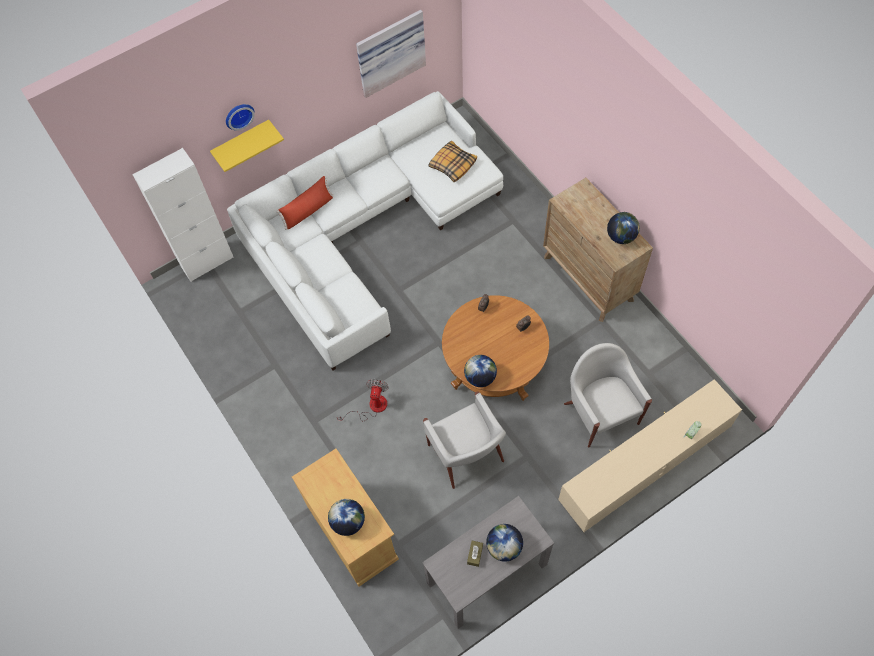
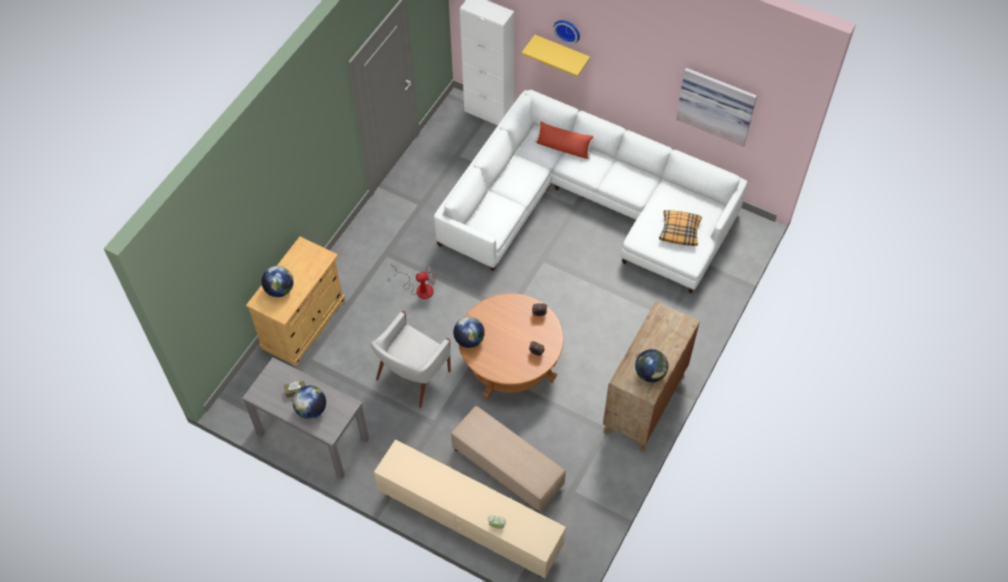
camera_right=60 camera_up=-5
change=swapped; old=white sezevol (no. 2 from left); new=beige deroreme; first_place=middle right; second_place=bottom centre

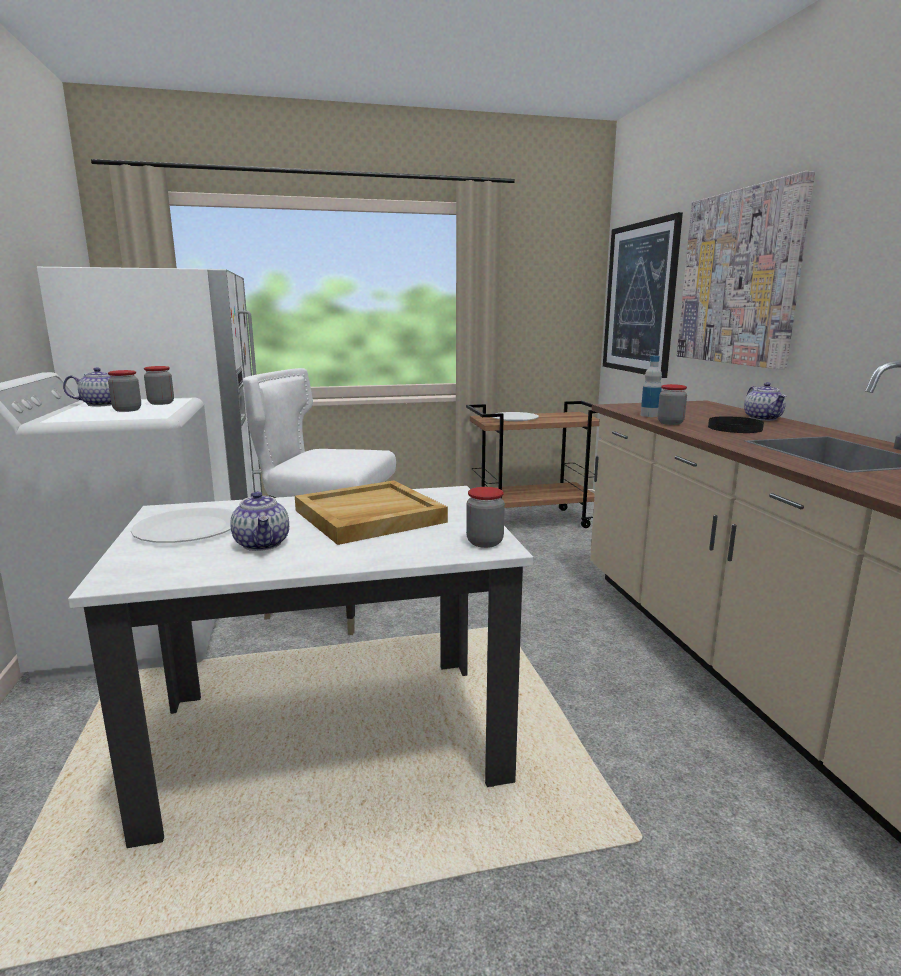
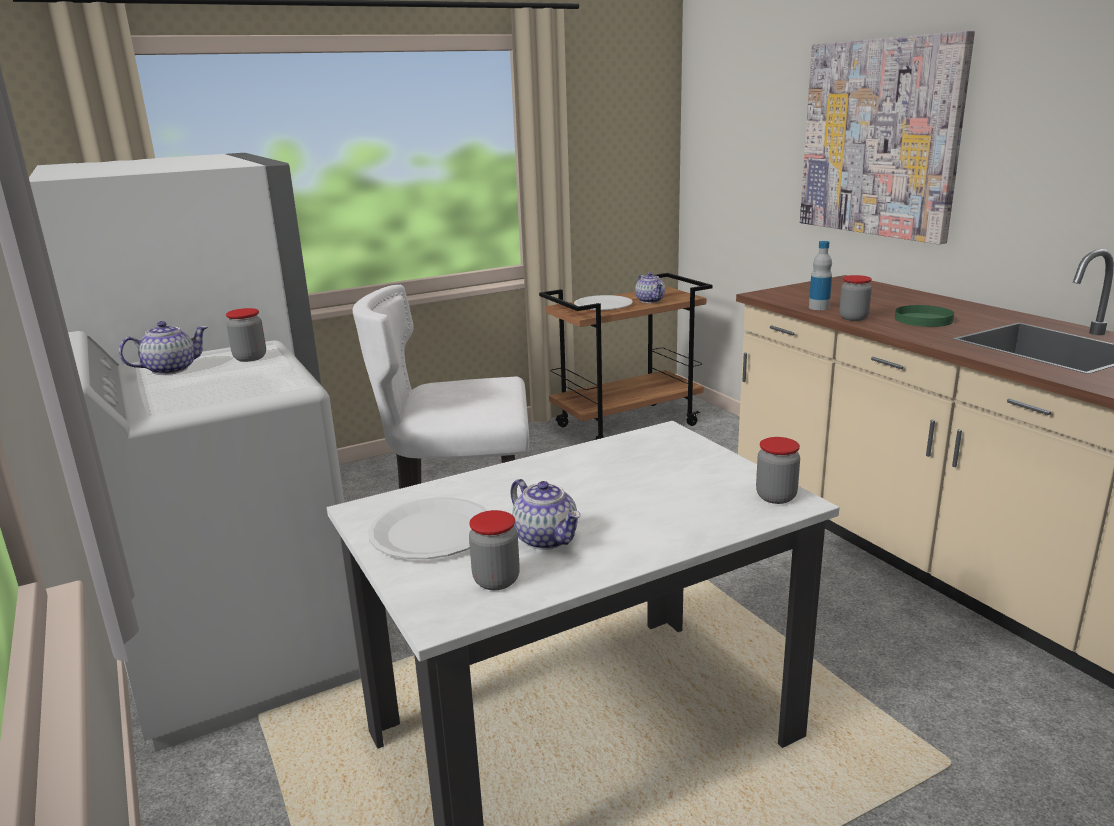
camera_right=-15 camera_up=5
change=shifted; old=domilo (no. 1 from left in the first image); new=domilo (no. 2 from left); first_place=middle left; second_place=centre
change=gone; old=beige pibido; first_place=centre
change=gone; old=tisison (no. 1 from left); first_place=top right
change=repainted; old=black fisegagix; new=green fisegagix; first_place=middle right; second_place=middle right
change=shifted; old=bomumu (no. 3 from left); first_place=middle right; second_place=centre

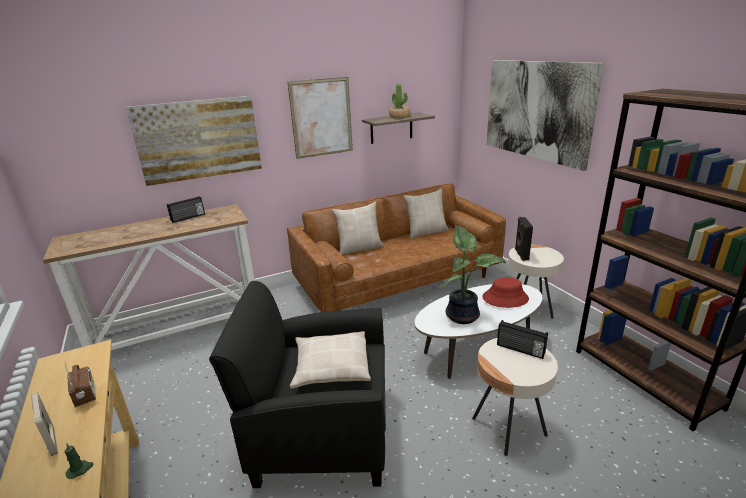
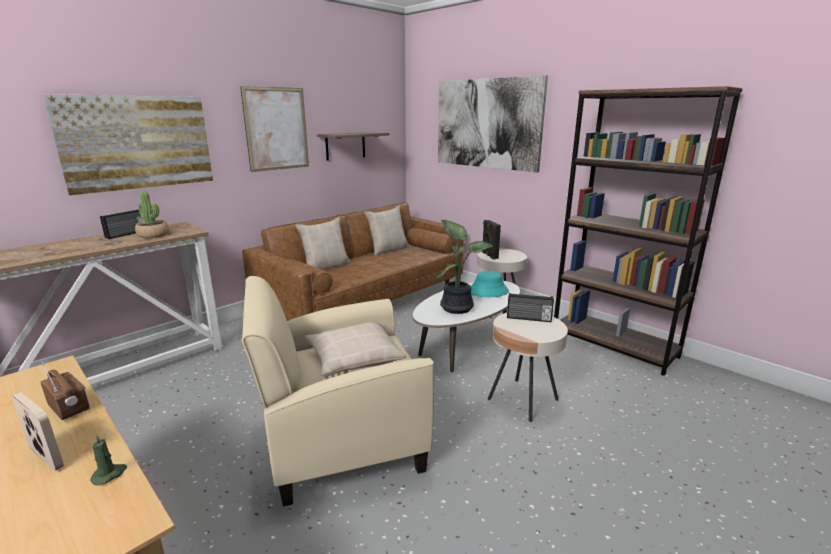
camera_right=-20 camera_up=-5
change=repainted; old=black sezevol; new=beige sezevol; first_place=bottom centre; second_place=bottom centre
change=shifted; old=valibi (no. 1 from left); first_place=top centre; second_place=middle left
change=repainted; old=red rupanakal; new=turquoise rupanakal; first_place=middle right; second_place=centre

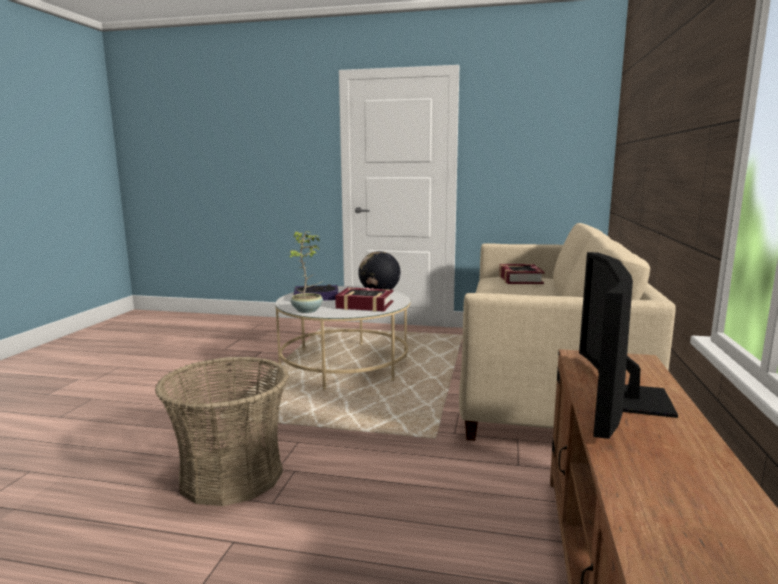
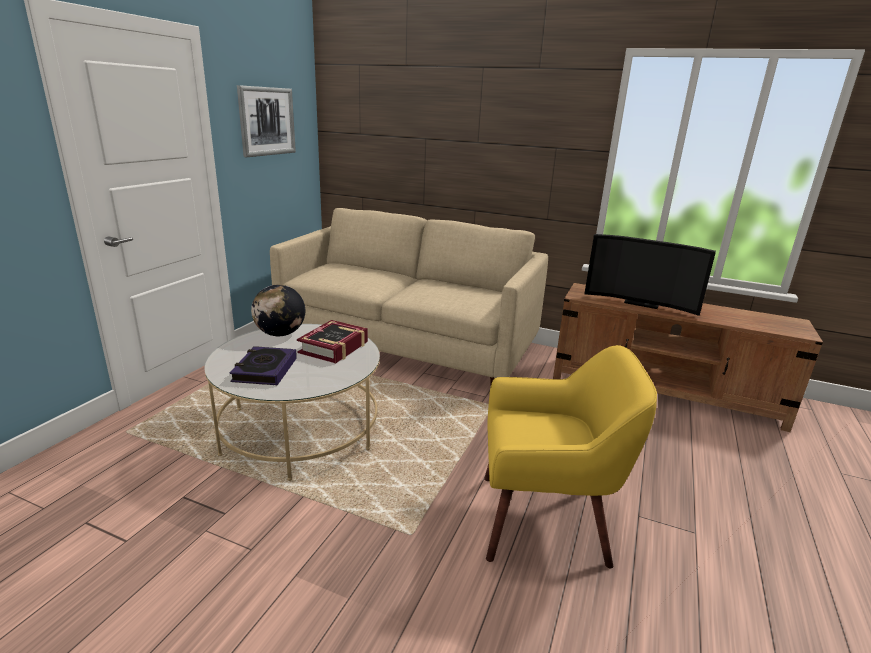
camera_right=-80 camera_up=10
change=swapped; old=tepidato; new=yellow sezevol; first_place=bottom left; second_place=bottom centre
change=gone; old=valibi; first_place=centre
change=gone; old=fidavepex (no. 3 from left); first_place=middle right
change=new; new=tisison; second_place=top left

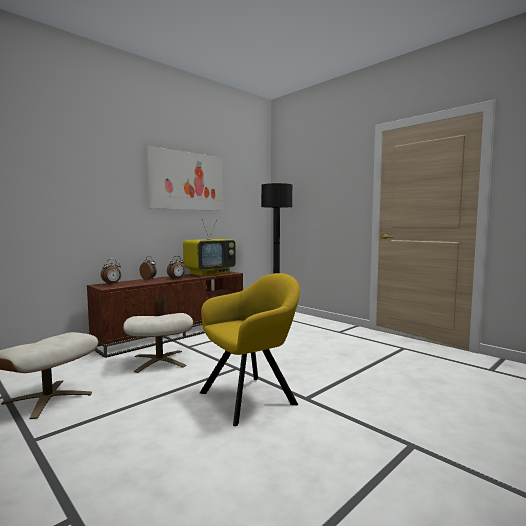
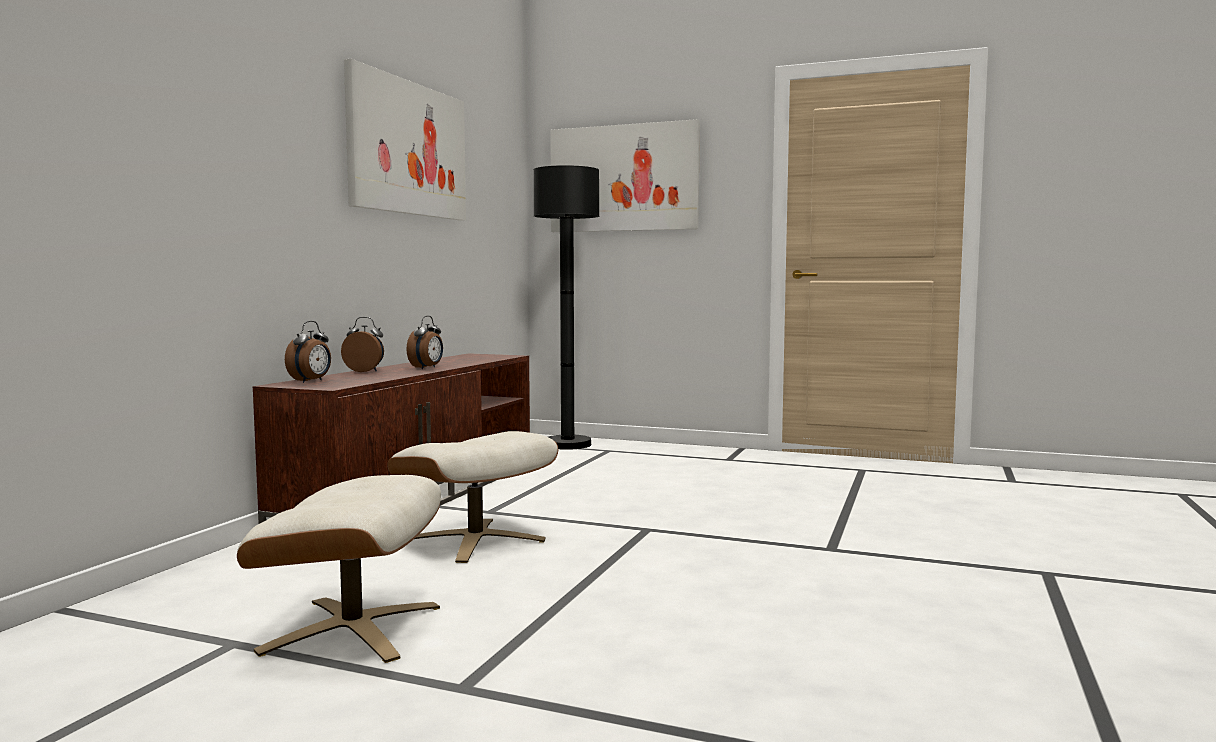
camera_right=-25 camera_up=0
change=gone; old=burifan; first_place=centre
change=gone; old=yellow sezevol; first_place=centre
change=new; new=tisison (no. 2 from left); second_place=top centre

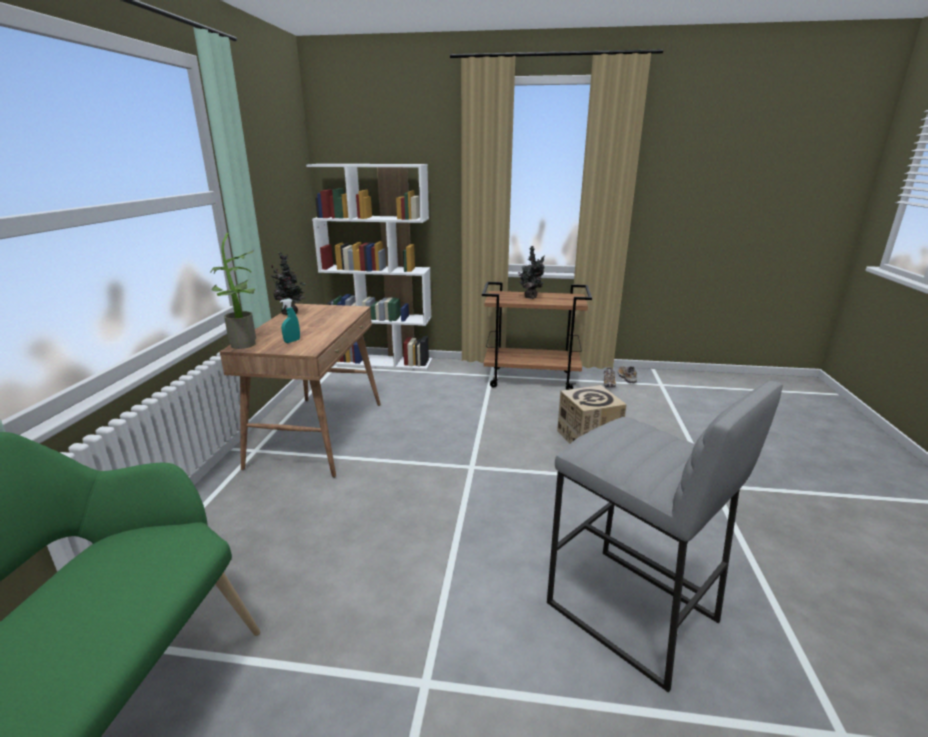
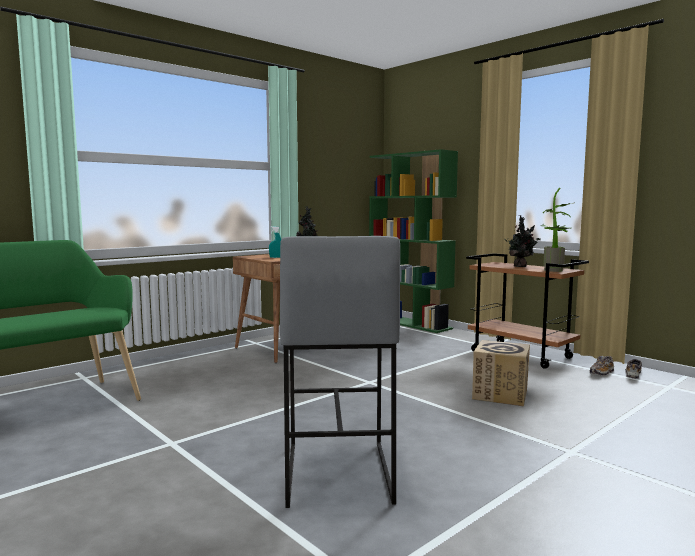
camera_right=40 camera_up=-15
change=shifted; old=valibi (no. 1 from left in the first image); new=valibi (no. 3 from left); first_place=middle left; second_place=middle right
change=repainted; old=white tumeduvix; new=green tumeduvix; first_place=centre; second_place=centre

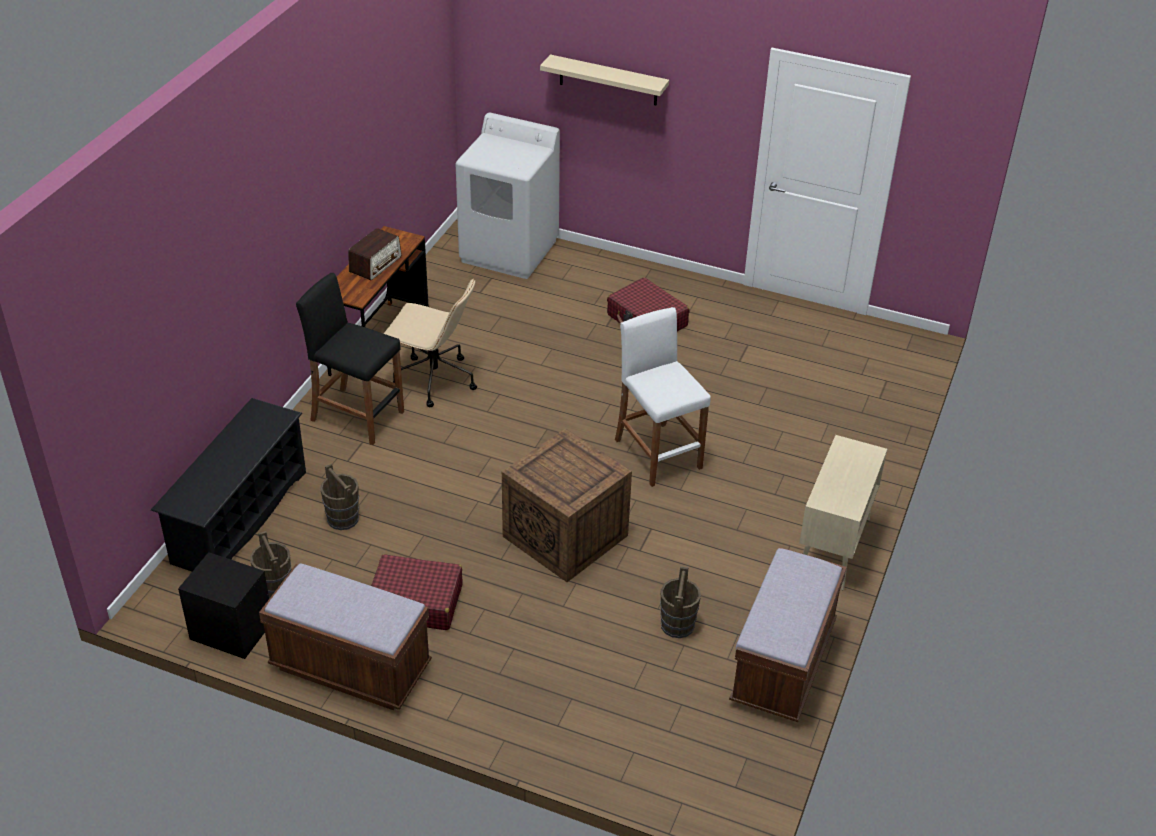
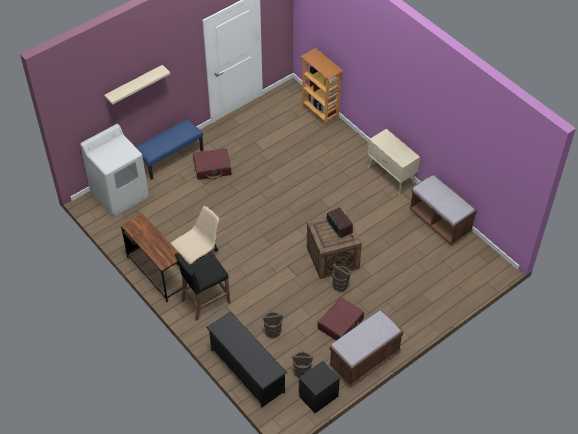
camera_right=-60 camera_up=10
change=shifted; old=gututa; first_place=top left; second_place=centre
change=gone; old=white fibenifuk; first_place=centre
change=shifted; old=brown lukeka (no. 3 from left); first_place=bottom centre; second_place=centre
change=new; new=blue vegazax; second_place=middle left
change=new; new=tumeduvix; second_place=top centre

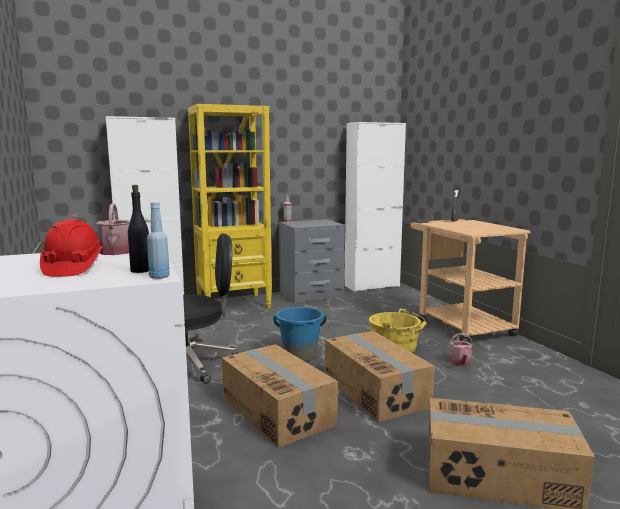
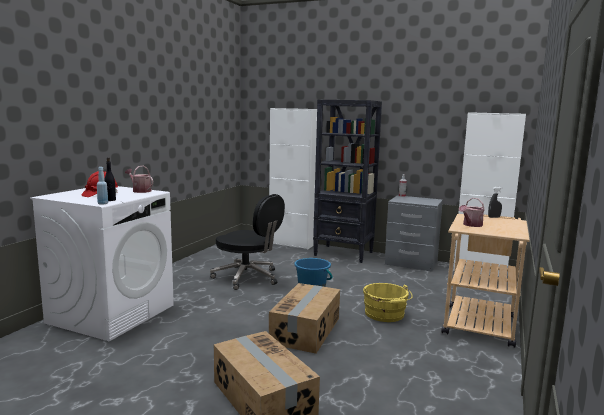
camera_right=45 camera_up=0
change=repainted; old=yellow tumeduvix; new=black tumeduvix; first_place=centre; second_place=centre
change=gone; old=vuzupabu (no. 1 from left); first_place=bottom centre
change=shifted; old=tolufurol (no. 2 from left); first_place=bottom right; second_place=middle right

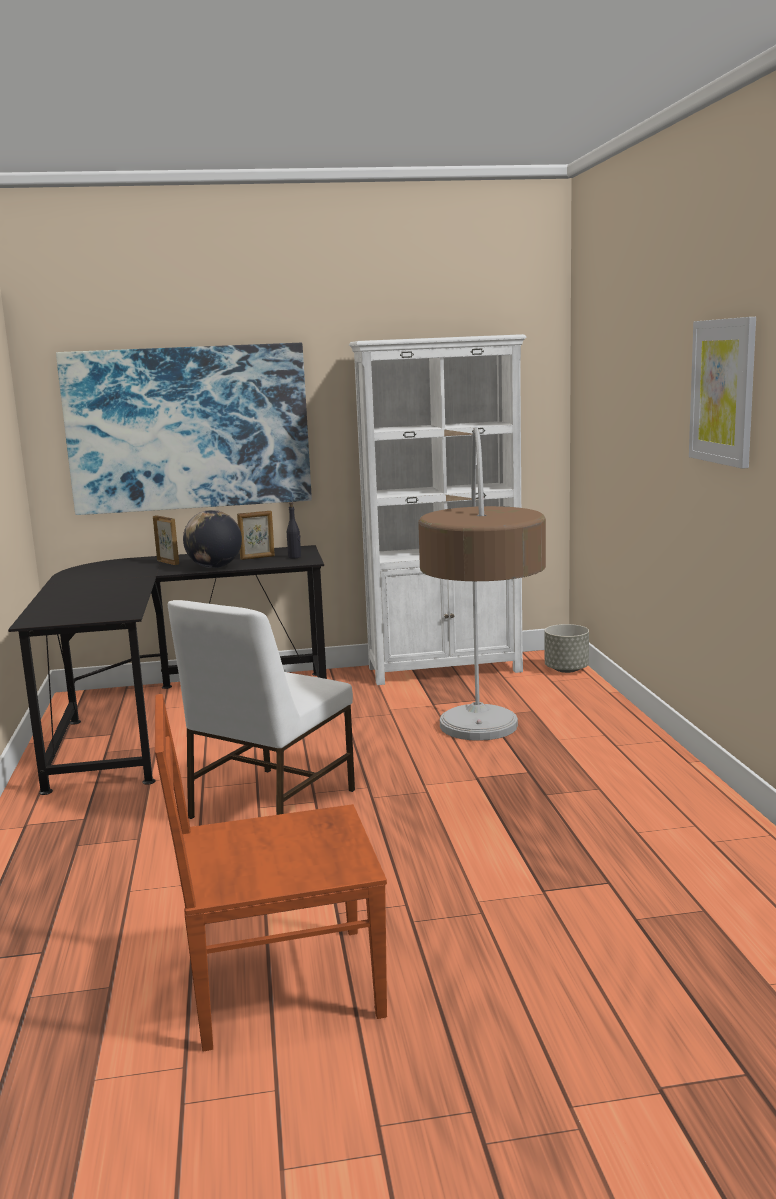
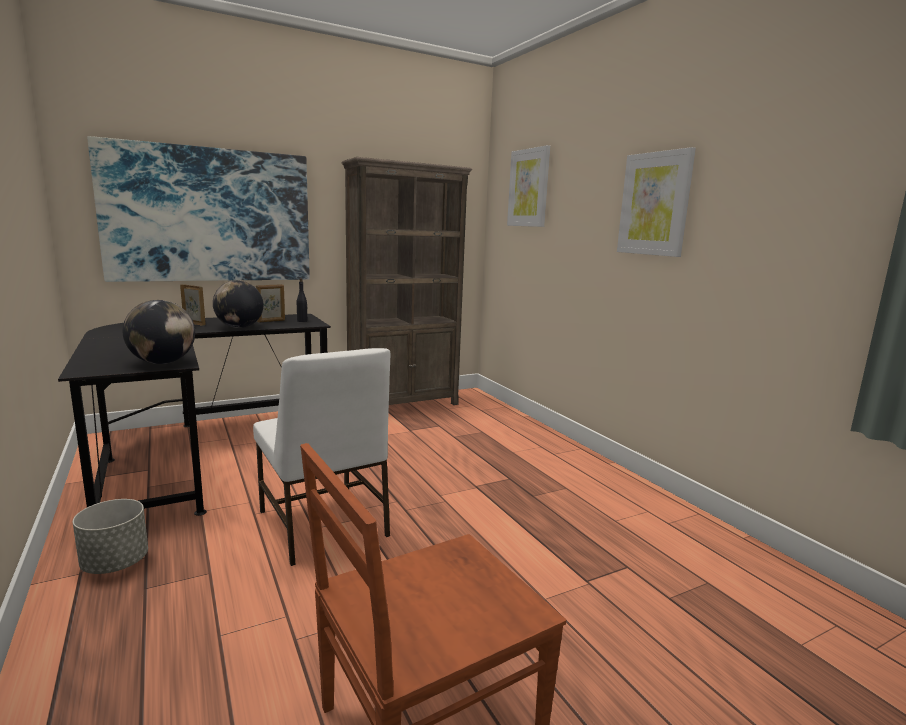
camera_right=-20 camera_up=0
change=rotated; old=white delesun; first_place=centre; second_place=centre; degrees=-45
change=repainted; old=white tumeduvix; new=brown tumeduvix; first_place=centre; second_place=centre
change=gone; old=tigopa; first_place=centre
change=shifted; old=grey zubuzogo; first_place=middle right; second_place=bottom left
change=new; new=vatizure (no. 1 from left); second_place=middle left
change=new; new=tisison (no. 2 from left); second_place=top centre

